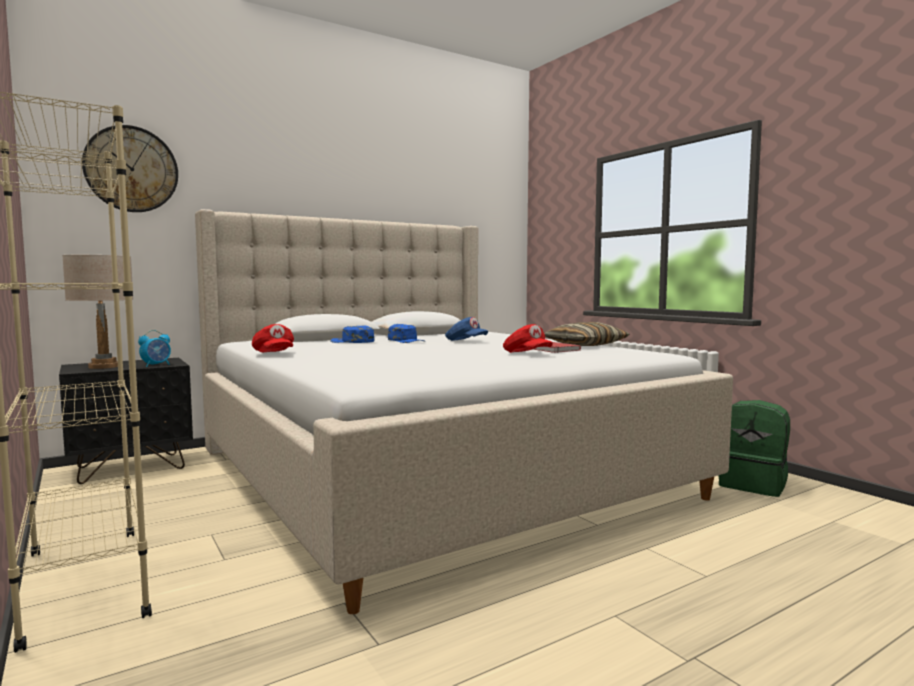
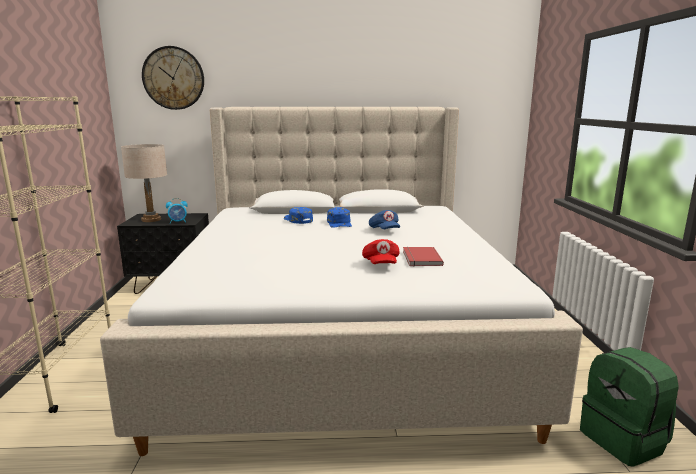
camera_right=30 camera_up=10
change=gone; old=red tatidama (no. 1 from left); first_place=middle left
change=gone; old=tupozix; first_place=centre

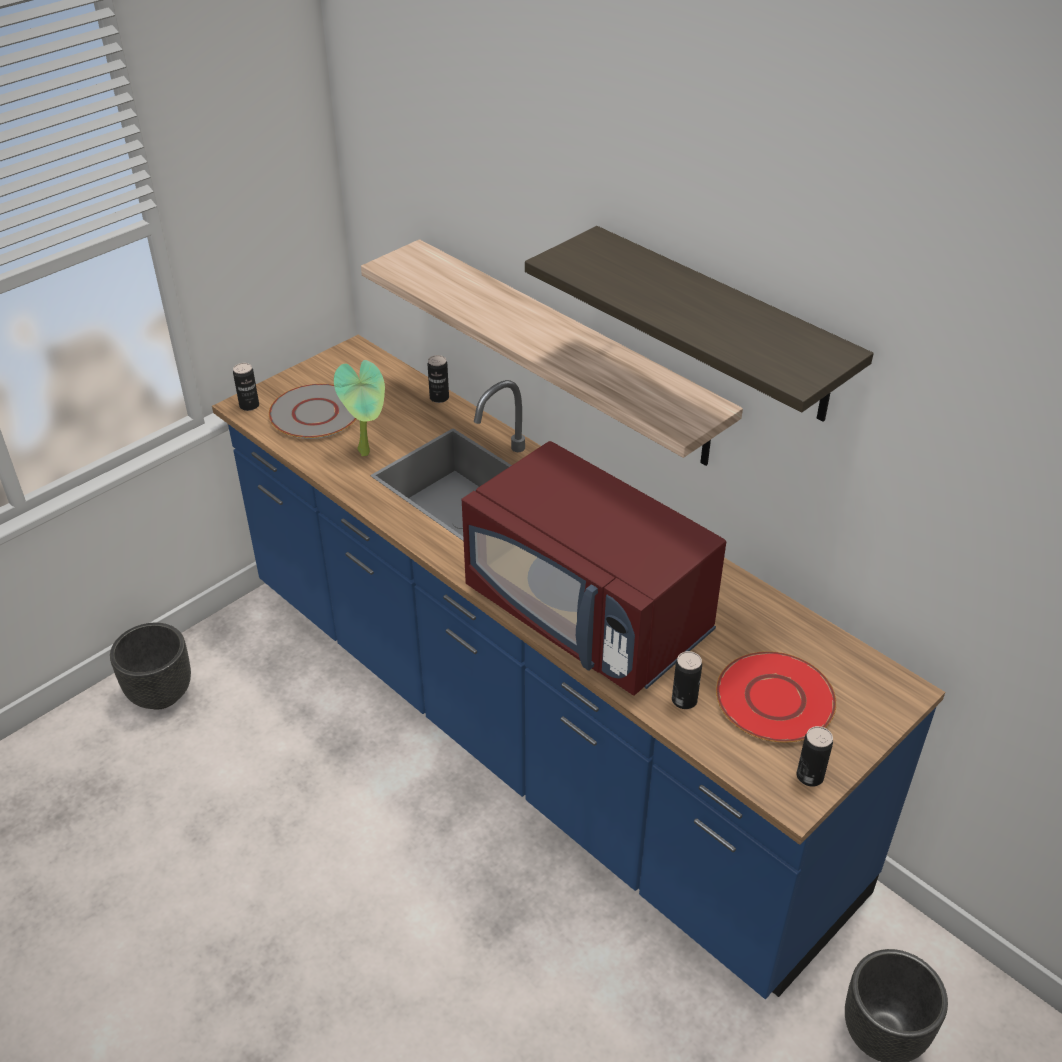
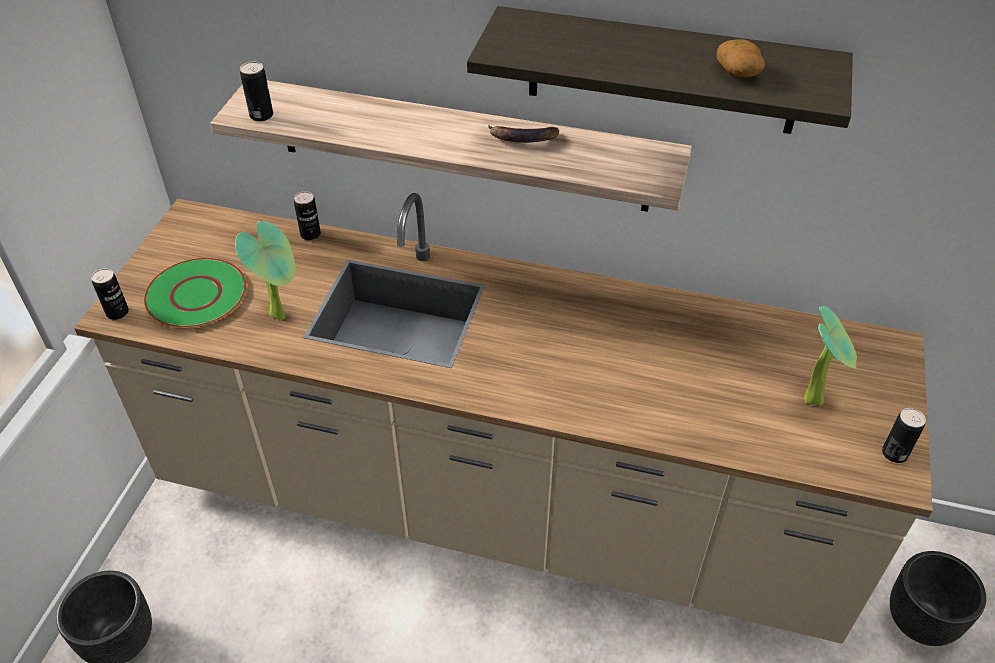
camera_right=-30 camera_up=5
change=repainted; old=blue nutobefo; new=beige nutobefo; first_place=centre; second_place=centre
change=repainted; old=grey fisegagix; new=green fisegagix; first_place=middle left; second_place=middle left
change=gone; old=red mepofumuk; first_place=centre
change=shifted; old=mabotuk (no. 3 from left in the first image); new=mabotuk (no. 2 from left); first_place=centre; second_place=top left
change=swapped; old=red fisegagix; new=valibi (no. 2 from left); first_place=middle right; second_place=middle right
change=new; new=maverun; second_place=top centre
change=new; new=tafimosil; second_place=top right

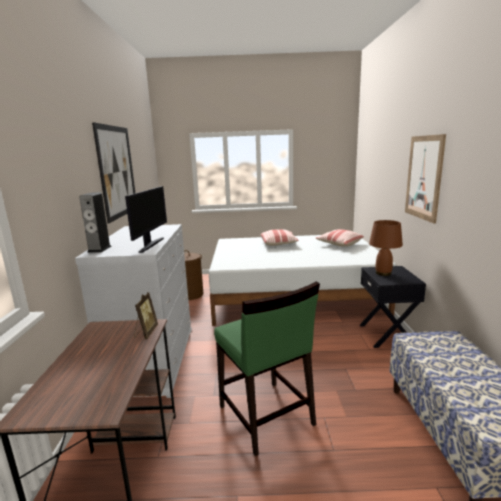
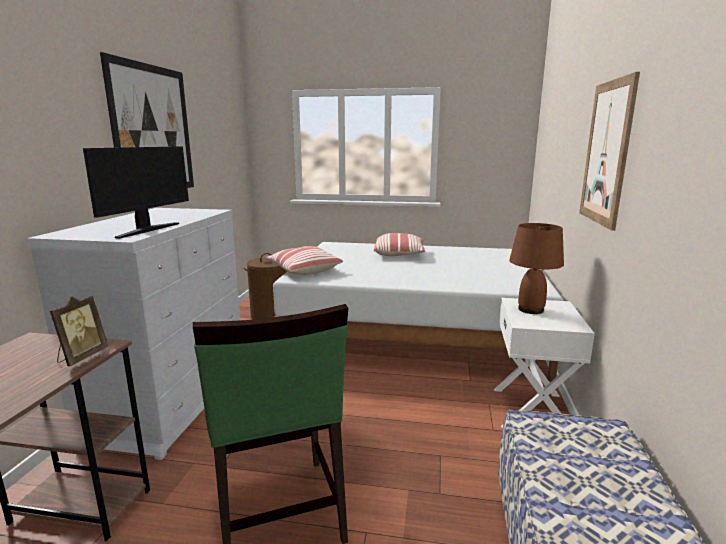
camera_right=10 camera_up=0
change=gone; old=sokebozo; first_place=middle left
change=shifted; old=tupozix (no. 2 from left in the first image); new=tupozix (no. 1 from left); first_place=middle right; second_place=centre
change=repainted; old=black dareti; new=white dareti; first_place=middle right; second_place=bottom right

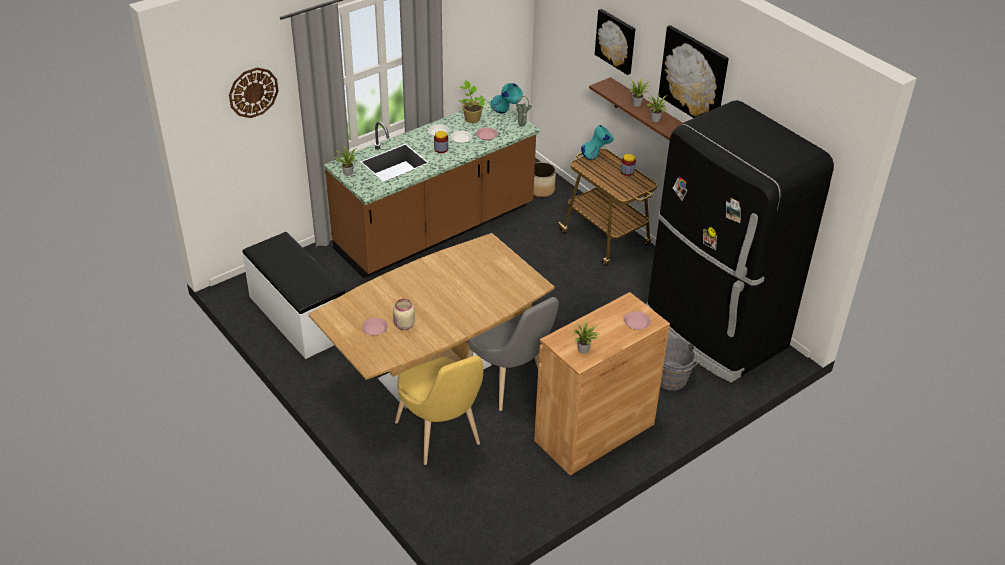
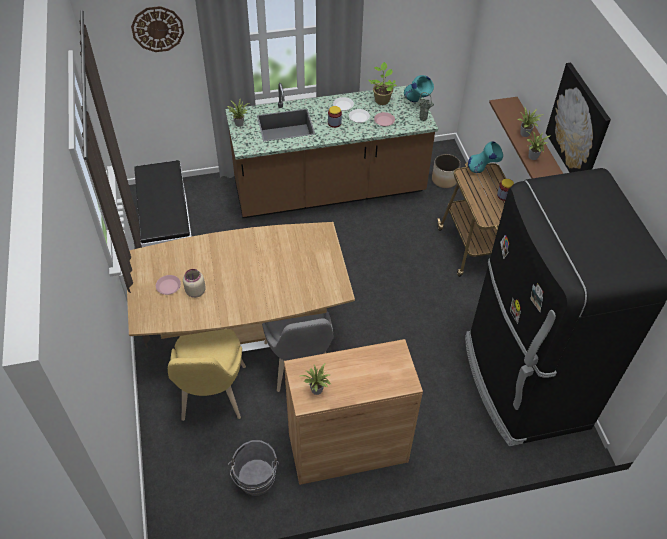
camera_right=25 camera_up=10
change=gone; old=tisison (no. 1 from left); first_place=top centre
change=gone; old=pink fisegagix (no. 3 from left); first_place=centre
change=shifted; old=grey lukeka; first_place=middle right; second_place=bottom centre

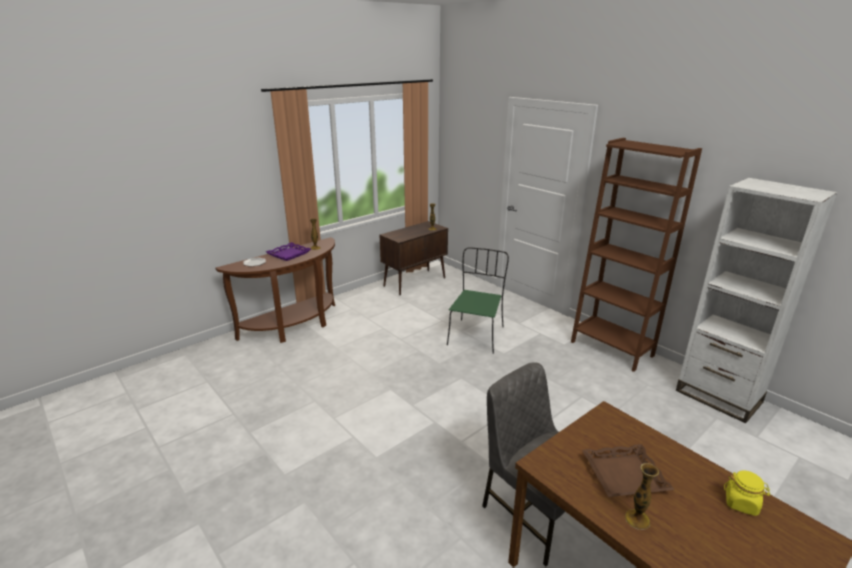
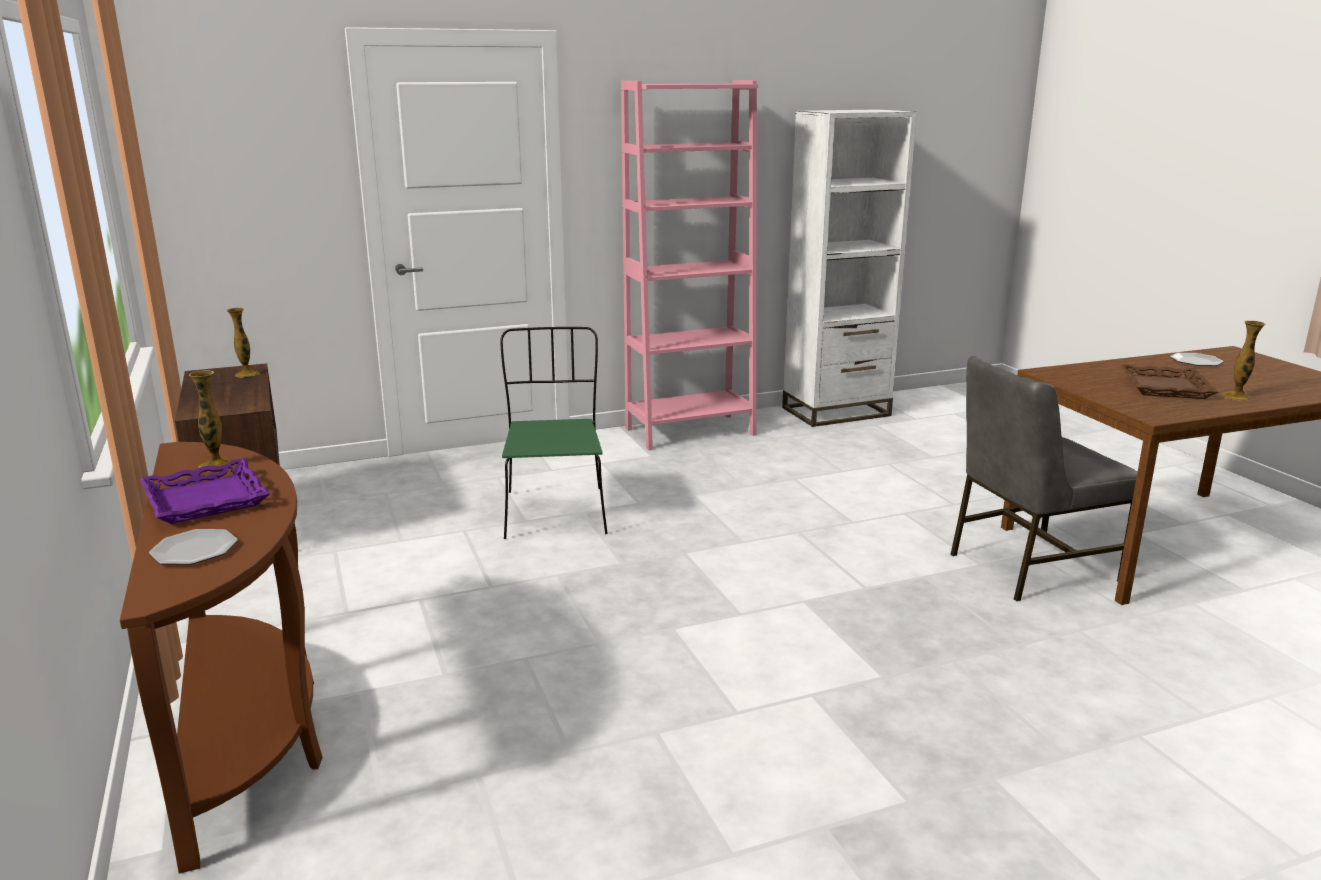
camera_right=-70 camera_up=-5
change=rotated; old=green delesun; first_place=centre; second_place=centre; degrees=45
change=repainted; old=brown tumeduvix; new=pink tumeduvix; first_place=middle right; second_place=top centre
change=swapped; old=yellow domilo; new=fisegagix (no. 2 from left); first_place=bottom right; second_place=middle right

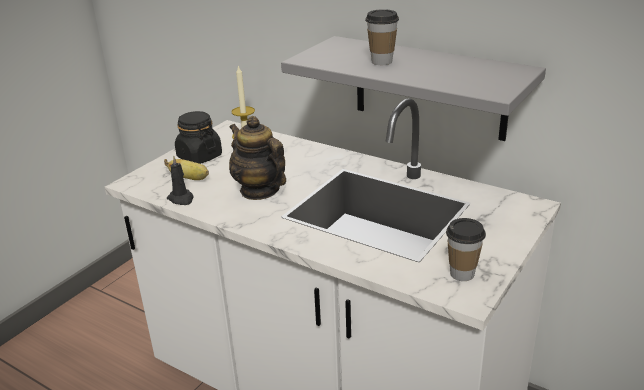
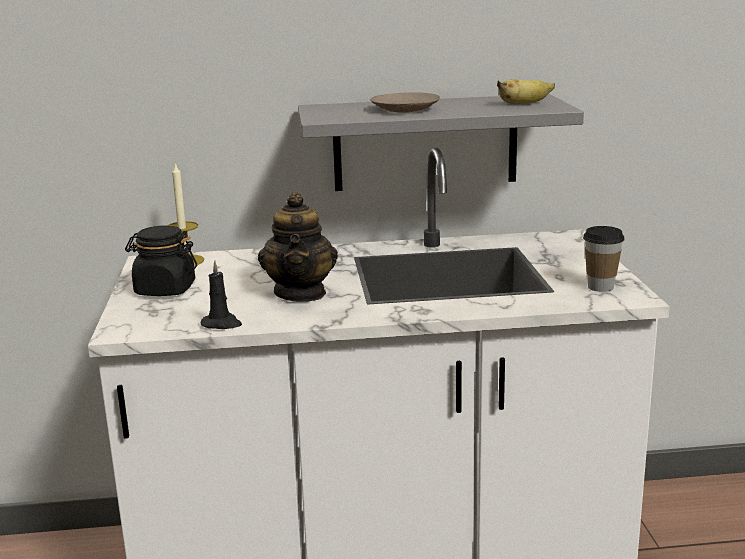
camera_right=-40 camera_up=-10
change=shifted; old=maverun; first_place=middle left; second_place=top right
change=rotated; old=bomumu; first_place=centre; second_place=centre; degrees=-105
change=swapped; old=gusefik (no. 1 from left); new=beige fisegagix; first_place=top centre; second_place=top centre

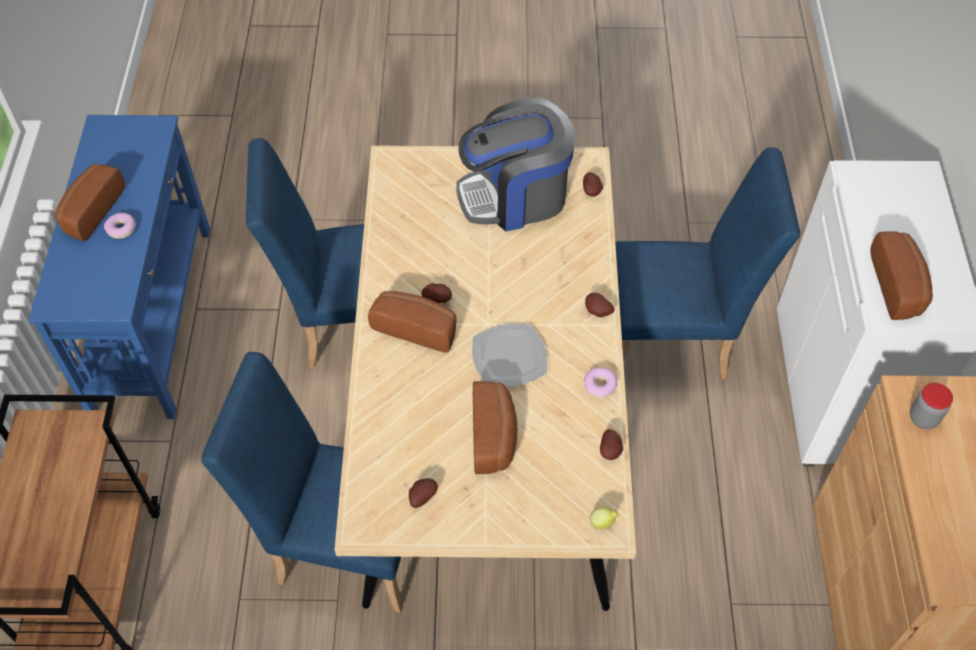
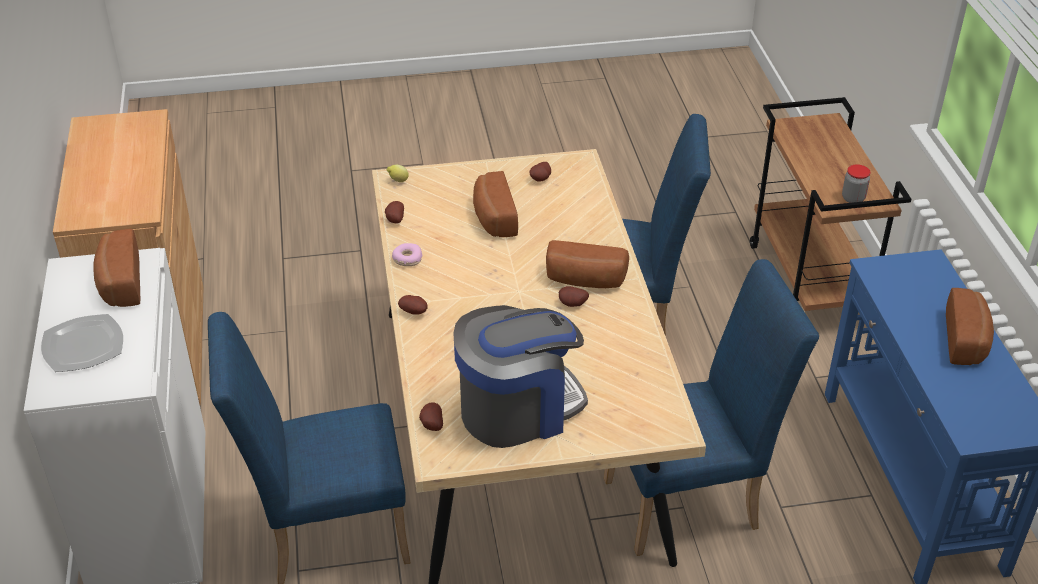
camera_right=170 camera_up=-15
change=gone; old=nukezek (no. 1 from left); first_place=middle left
change=shifted; old=fisegagix; first_place=centre; second_place=middle left
change=shifted; old=domilo; first_place=middle right; second_place=top right

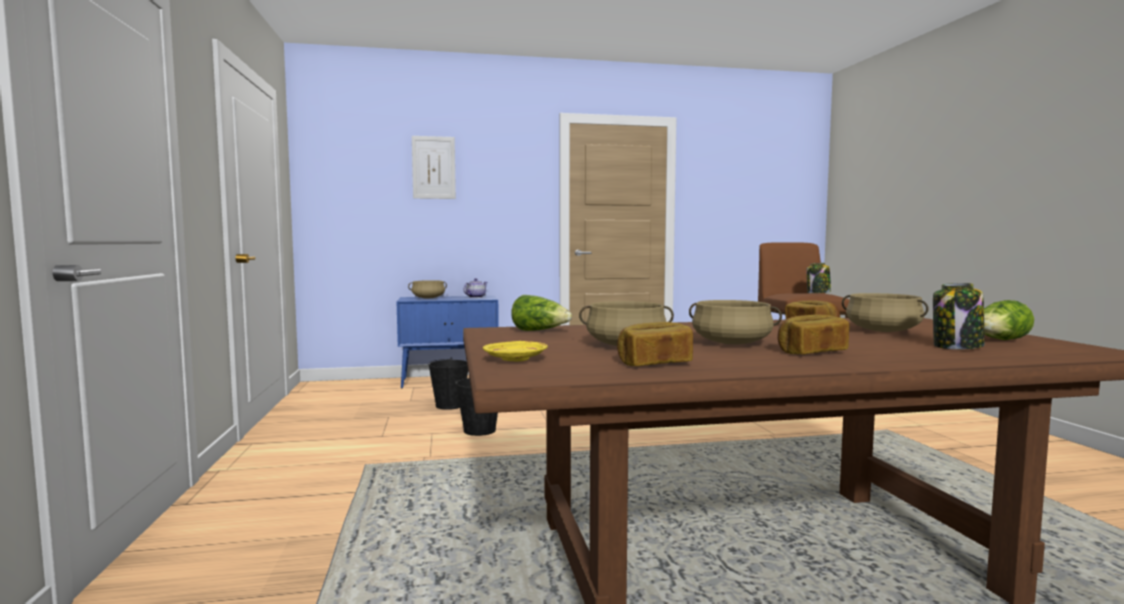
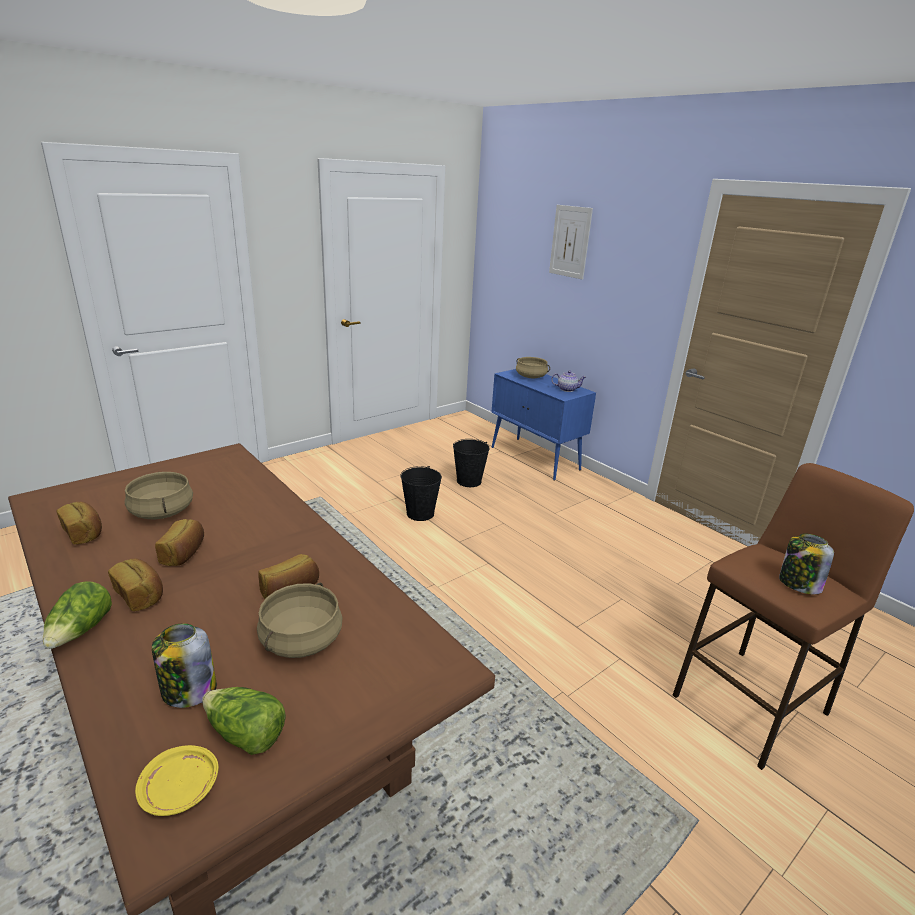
camera_right=60 camera_up=20
change=shifted; old=yellow fisegagix; first_place=centre; second_place=bottom left
change=shifted; old=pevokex (no. 1 from left); first_place=centre; second_place=bottom left
change=swapped; old=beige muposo (no. 3 from left); new=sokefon (no. 3 from left); first_place=centre; second_place=middle left

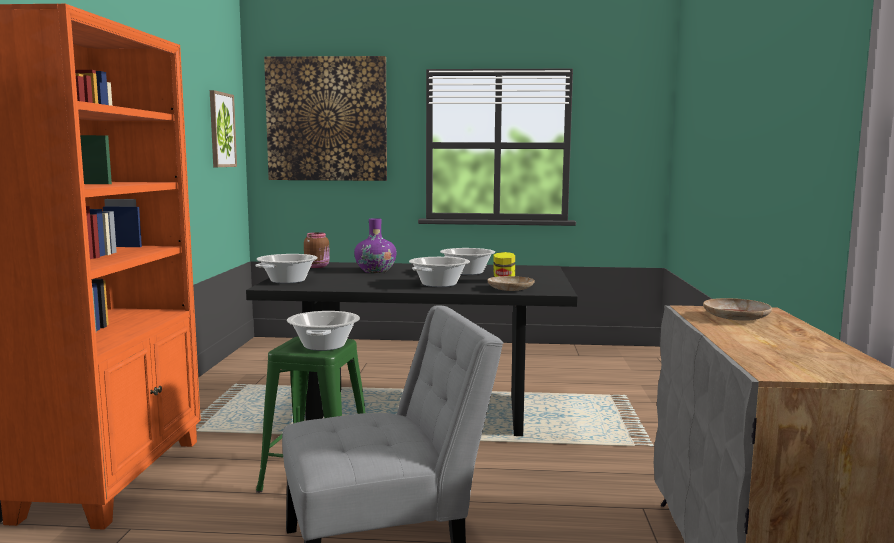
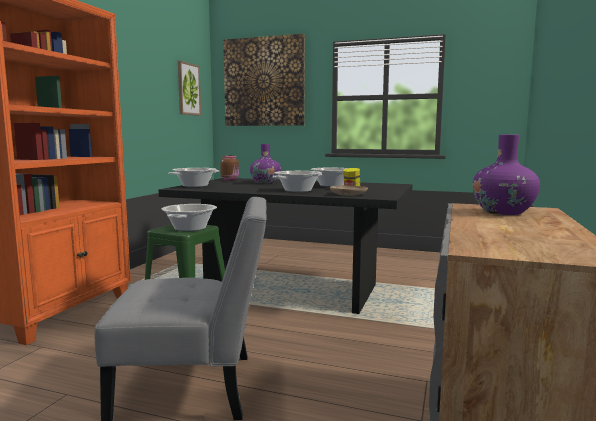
camera_right=15 camera_up=0
change=swapped; old=beige fisegagix (no. 2 from left); new=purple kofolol (no. 2 from left); first_place=middle right; second_place=middle right

